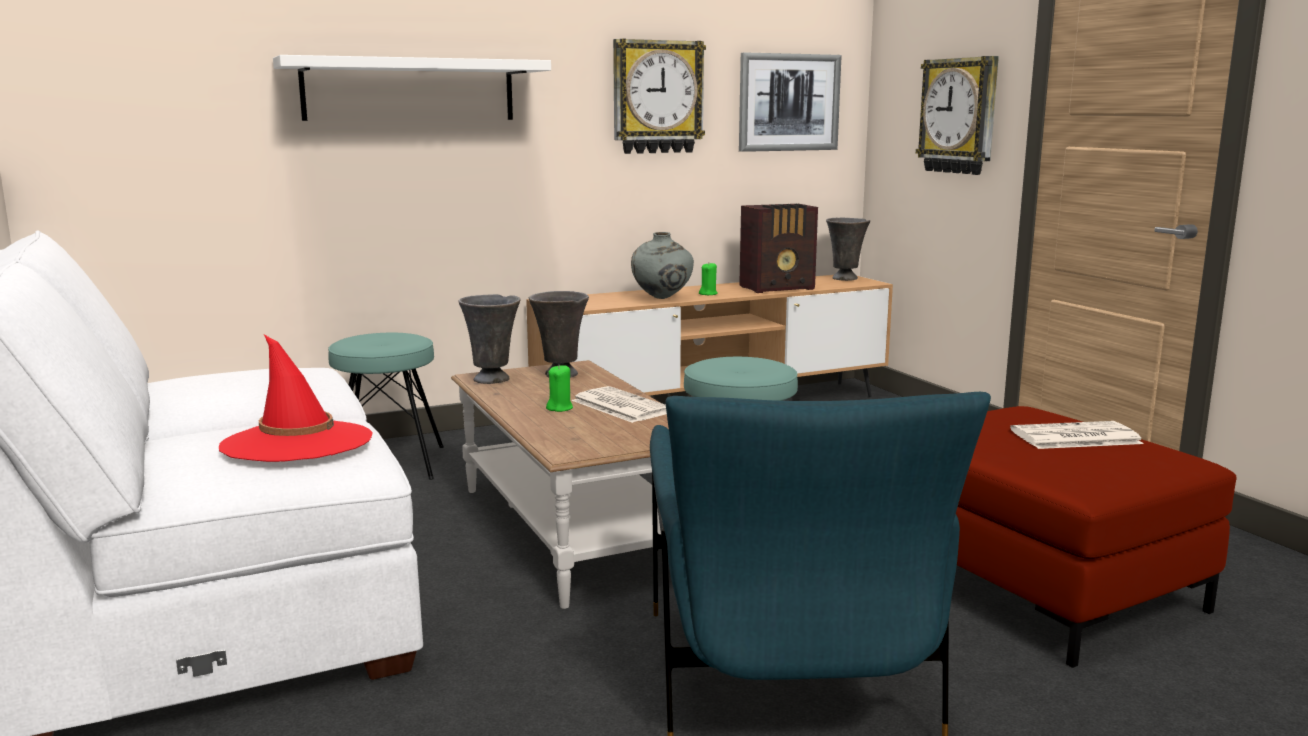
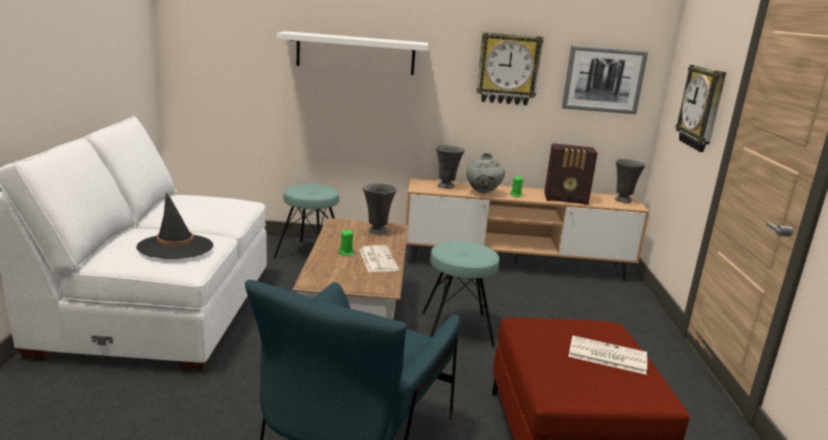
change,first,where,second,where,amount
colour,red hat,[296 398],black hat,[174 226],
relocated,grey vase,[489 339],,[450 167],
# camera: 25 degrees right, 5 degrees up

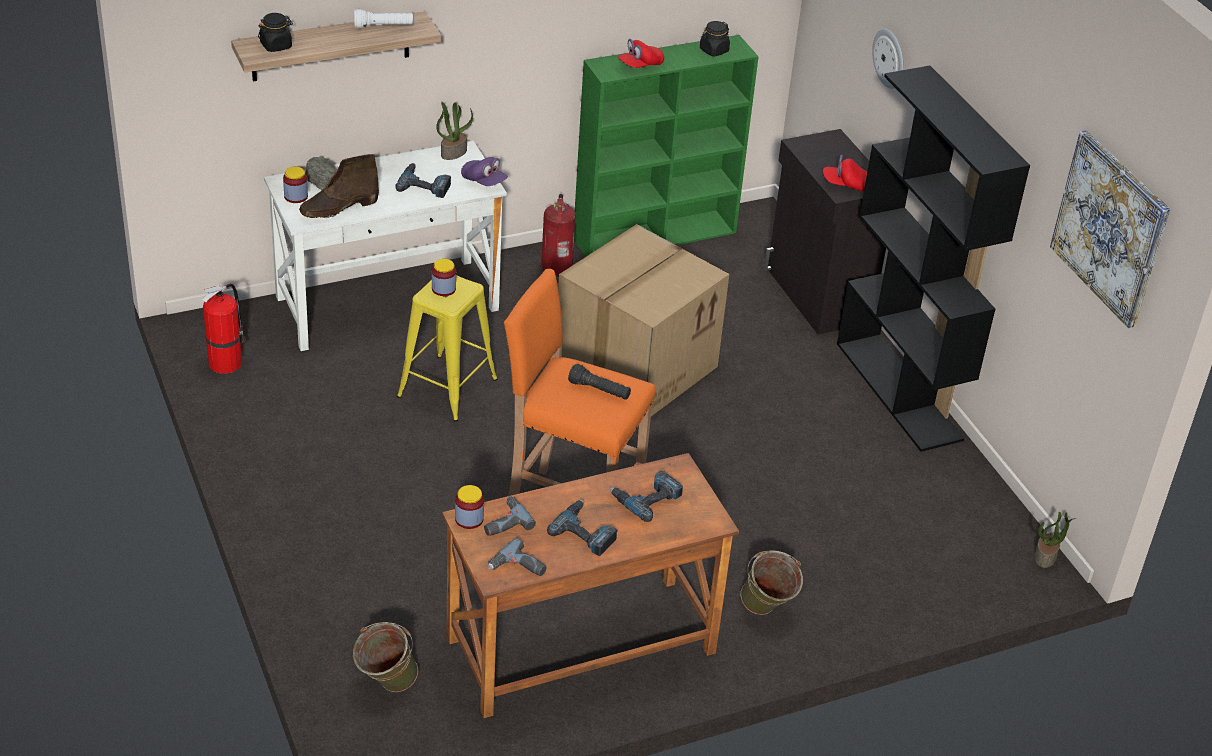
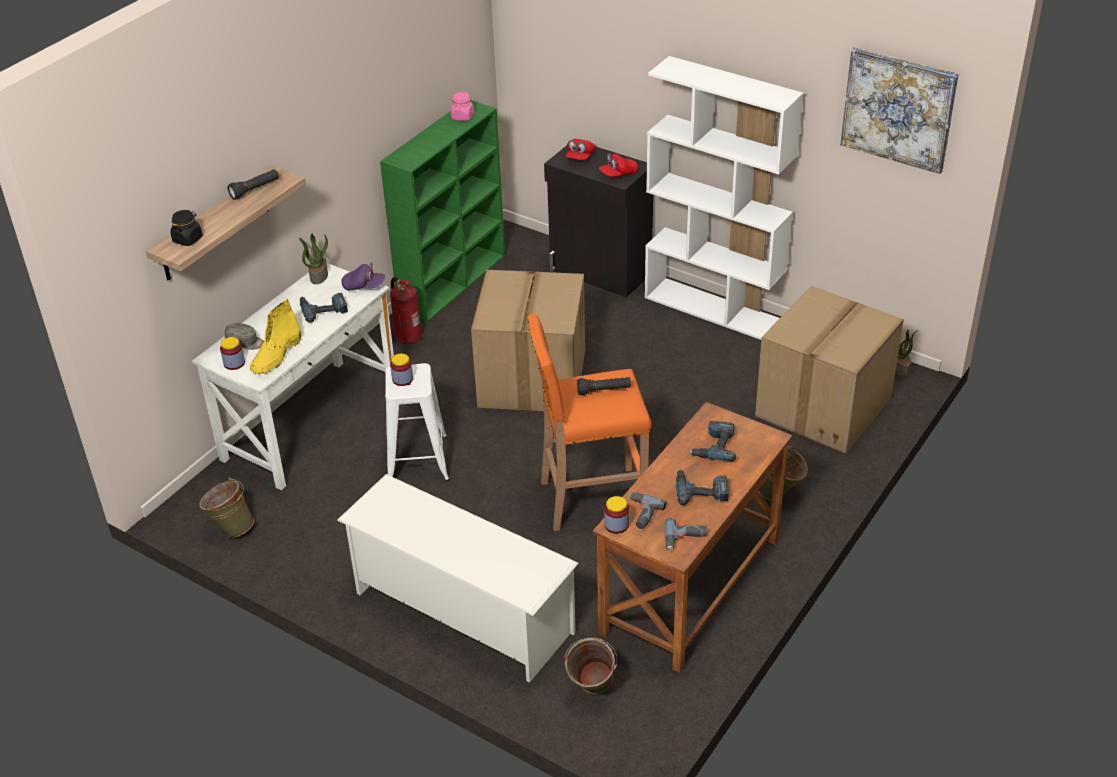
change,first,where,second,where,amount
exchanged,fire extinguisher,[224 328],green bucket,[226 508],
colour,white flashlight,[383 18],black flashlight,[253 184],
colour,brown boot,[339 186],yellow boot,[275 336],
appeared,,,white shoe rack,[458 578],
colour,yellow stool,[447 348],white stool,[417 422],
colour,black jar,[715 38],pink jar,[462 106],
relocated,red cap,[641 53],,[580 149],
colour,black bookcase,[933 259],white bookcase,[724 198],
appeared,,,cardboard box,[829 370],
missing,wall clock,[888 59],,,
# camera: 30 degrees left, 0 degrees up

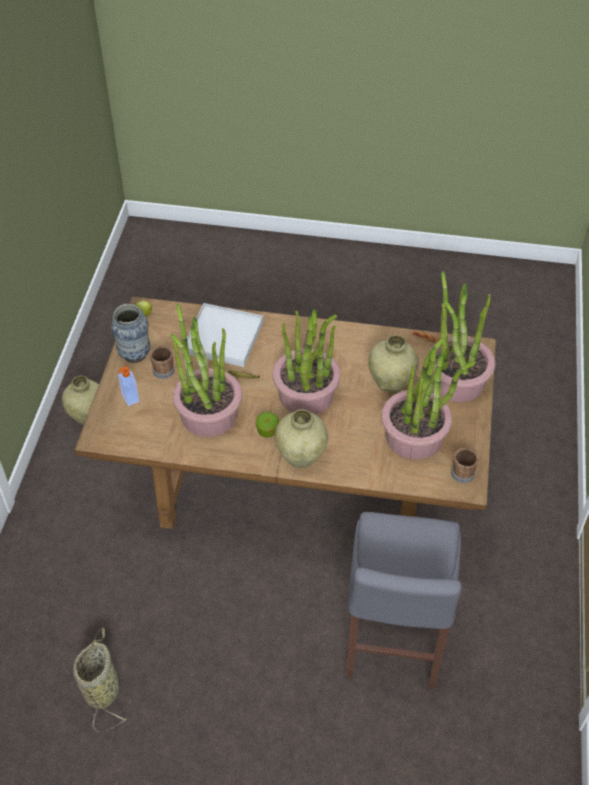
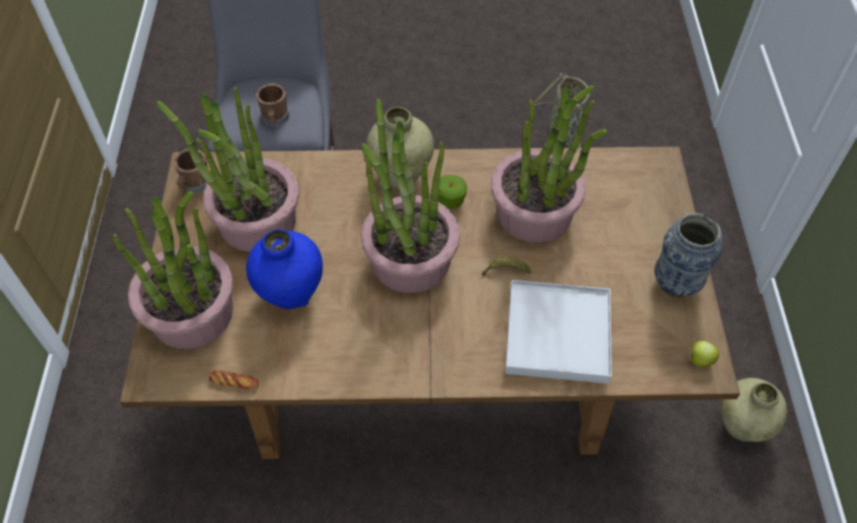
change,first,where,second,where,amount
colour,beige vase,[393 364],blue vase,[284 269],
relocated,brown mug,[162 362],,[272 104],
missing,soap dispenser,[129 386],,,
# camera: 170 degrees right, 5 degrees up

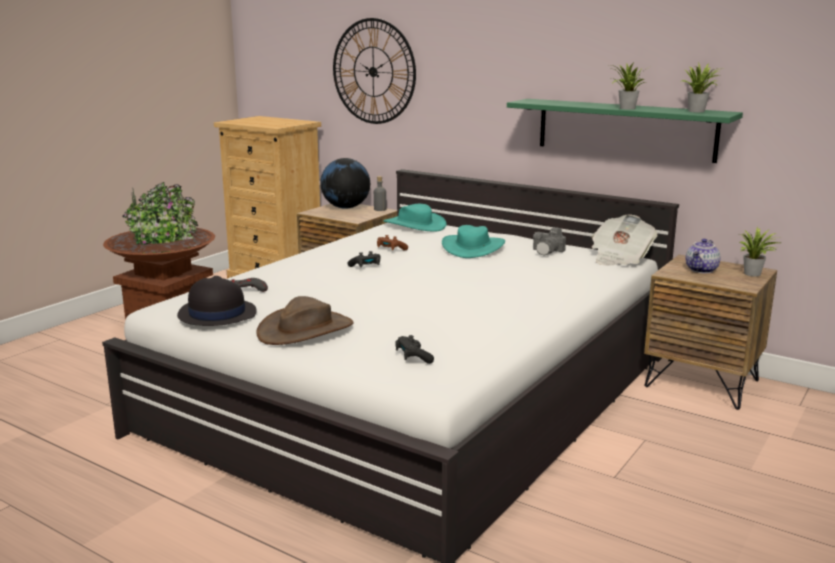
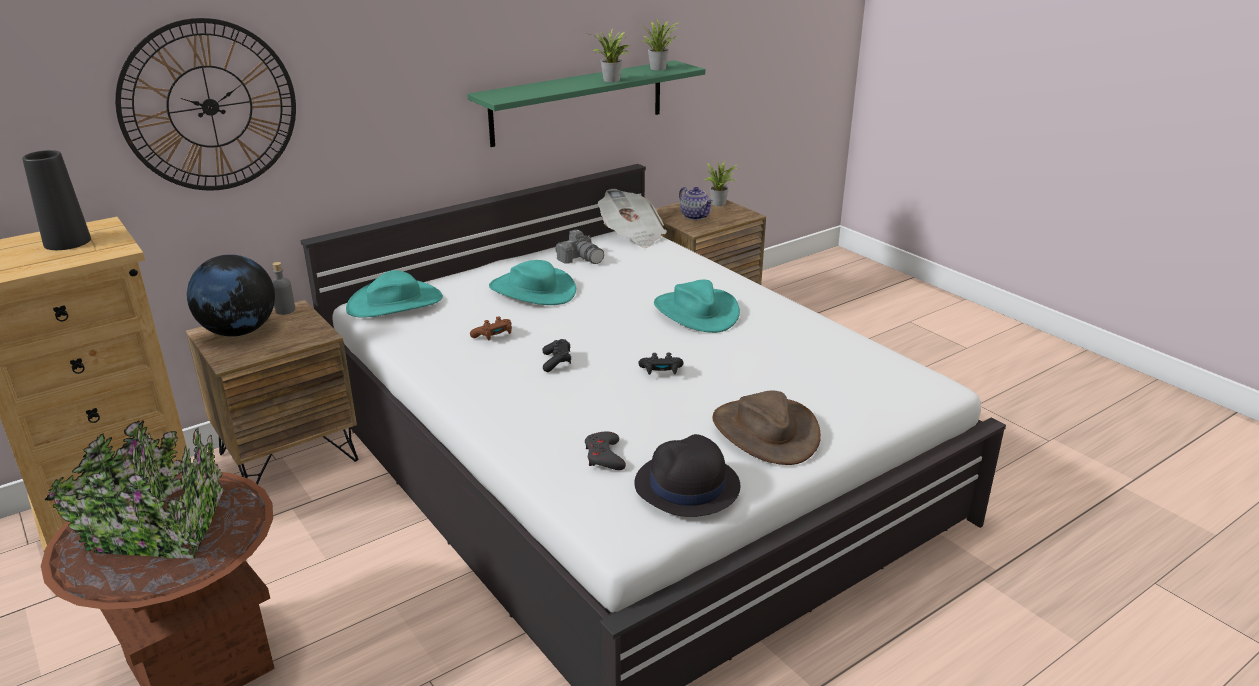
change,first,where,second,where,amount
appeared,,,black vase,[56 200],
relocated,black game controller,[414 349],,[660 364],
appeared,,,turquoise hat,[697 306],
# camera: 70 degrees left, 10 degrees up

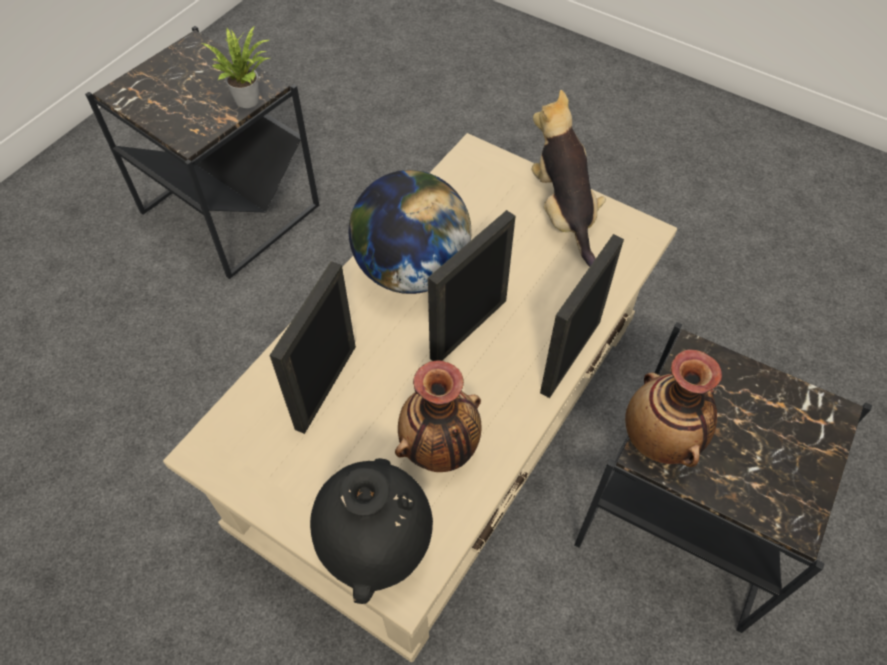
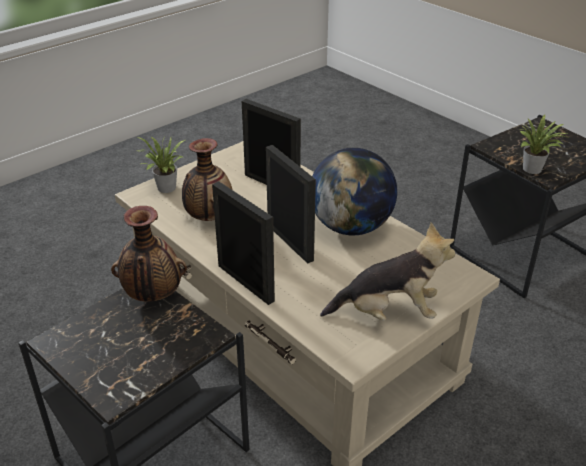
change,first,where,second,where,amount
exchanged,black vase,[371 531],potted plant,[161 164],
# camera: 105 degrees right, 20 degrees down

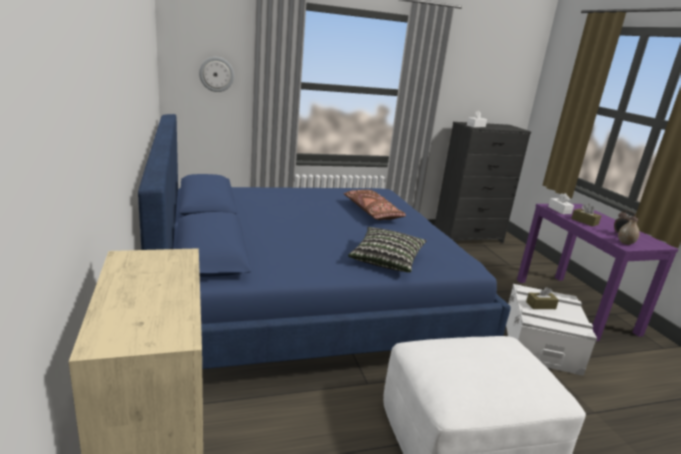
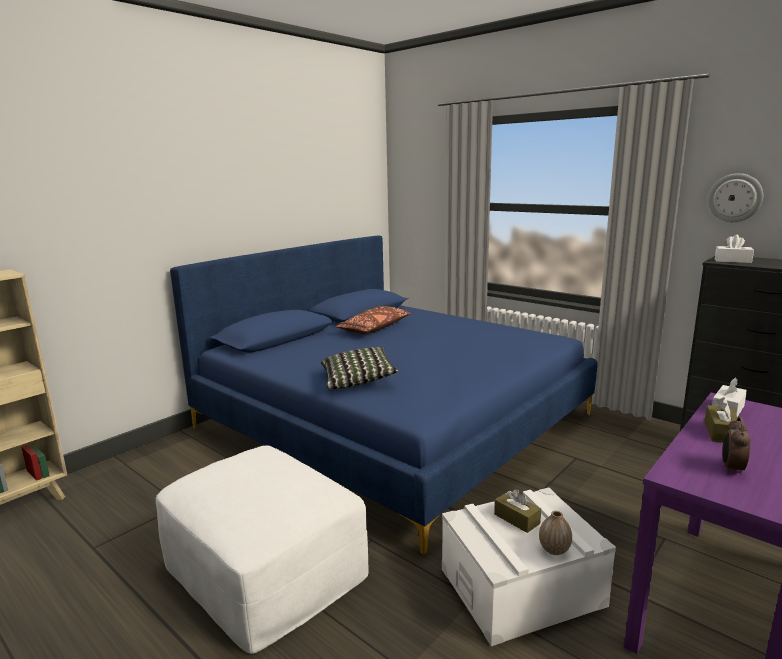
change,first,where,second,where,amount
relocated,brown pillow,[375 205],,[373 320],
relocated,vase,[629 232],,[555 533],
relocated,wall clock,[216 74],,[735 197],
# camera: 60 degrees right, 5 degrees down

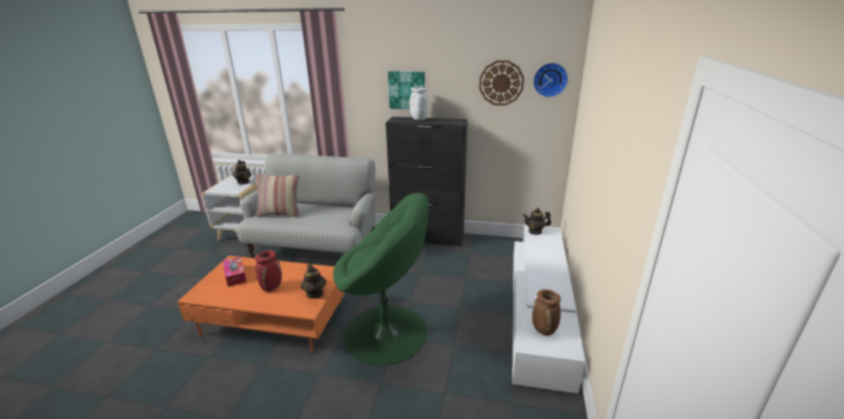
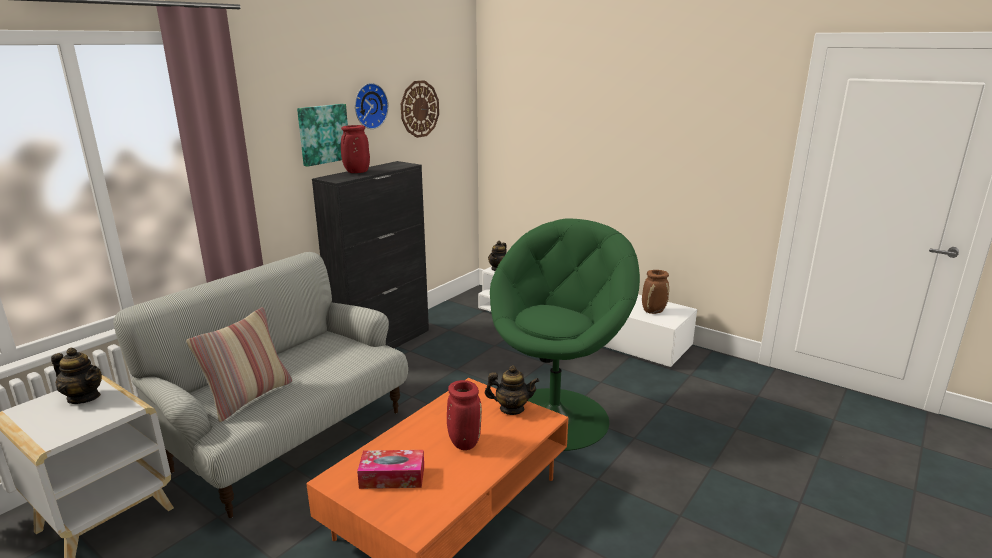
change,first,where,second,where,amount
colour,white vase,[419 104],red vase,[355 149],
relocated,wall clock,[550 80],,[372 106],
# camera: 65 degrees left, 5 degrees down

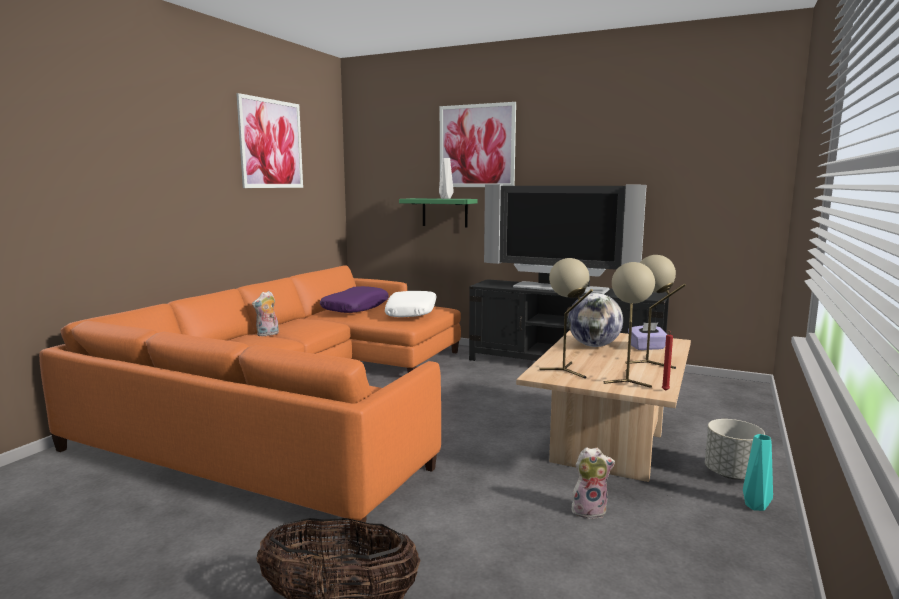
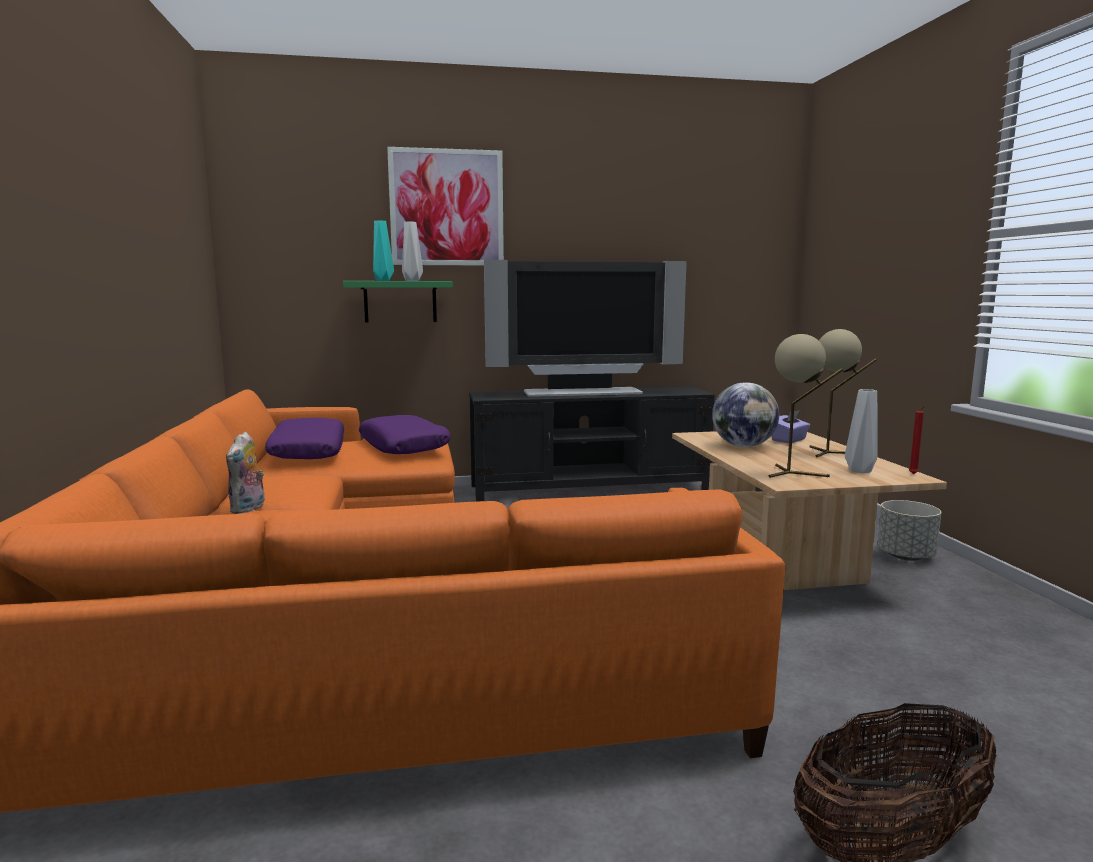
change,first,where,second,where,amount
colour,white pillow,[411 304],purple pillow,[405 434],
relocated,turquoise vase,[758 472],,[383 250],
exchanged,beige table lamp,[629 325],grey vase,[861 431],
missing,picture,[269 140],,,
missing,plush toy,[593 483],,,
# camera: 35 degrees left, 0 degrees up

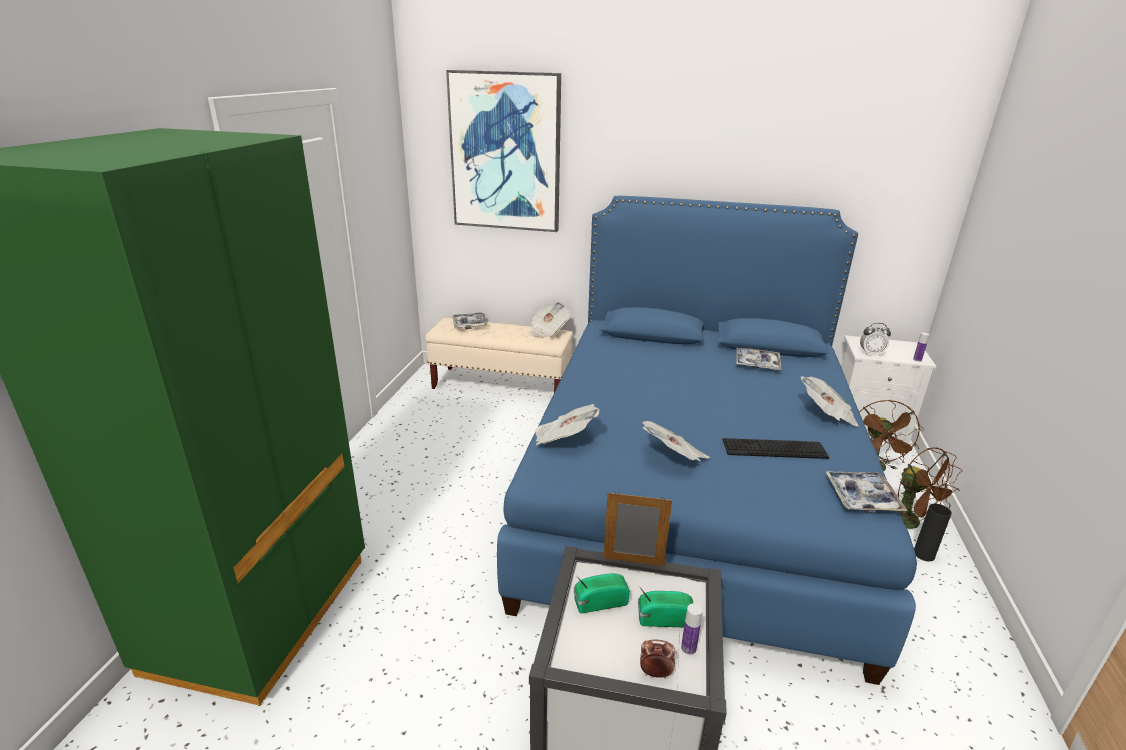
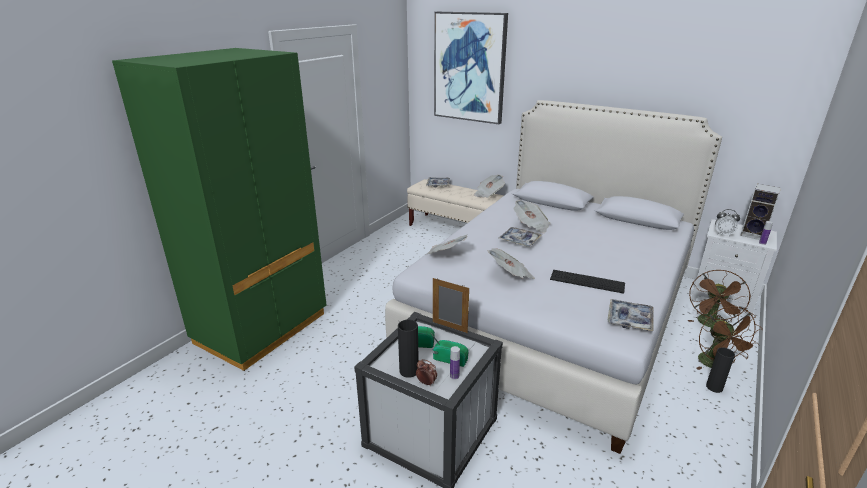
change,first,where,second,where,amount
colour,blue bed,[707 440],white bed,[553 277],
appeared,,,black vase,[408 348],
relocated,tray,[759 359],,[520 237],
relocated,newspaper,[829 401],,[532 216],
appeared,,,speaker,[760 212],
# camera: 20 degrees right, 0 degrees up

